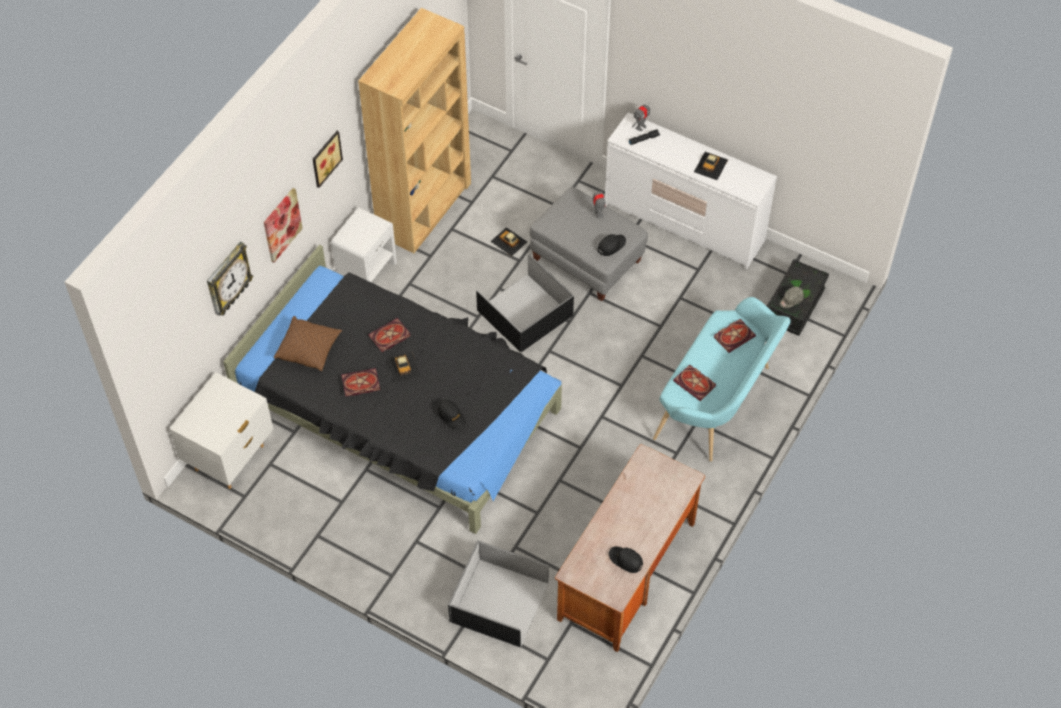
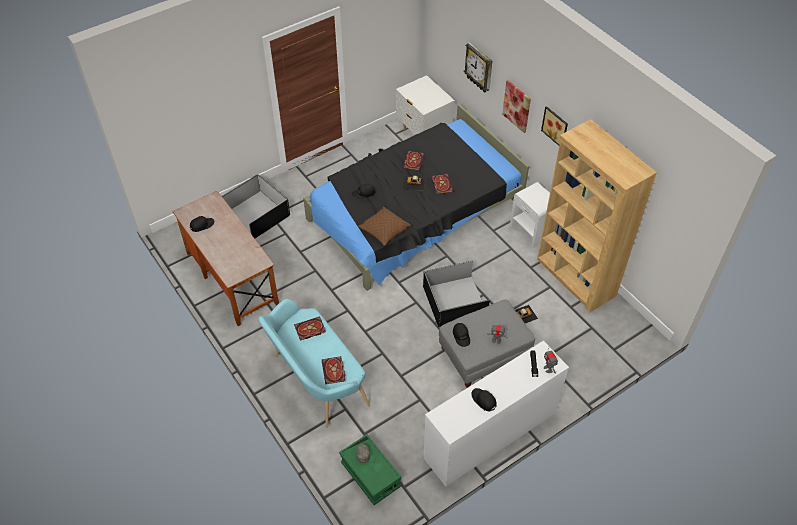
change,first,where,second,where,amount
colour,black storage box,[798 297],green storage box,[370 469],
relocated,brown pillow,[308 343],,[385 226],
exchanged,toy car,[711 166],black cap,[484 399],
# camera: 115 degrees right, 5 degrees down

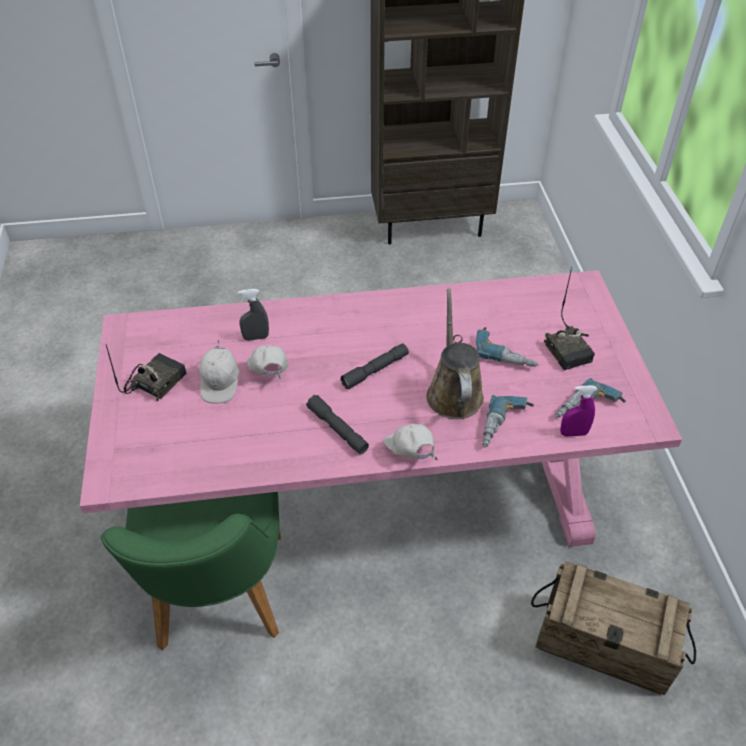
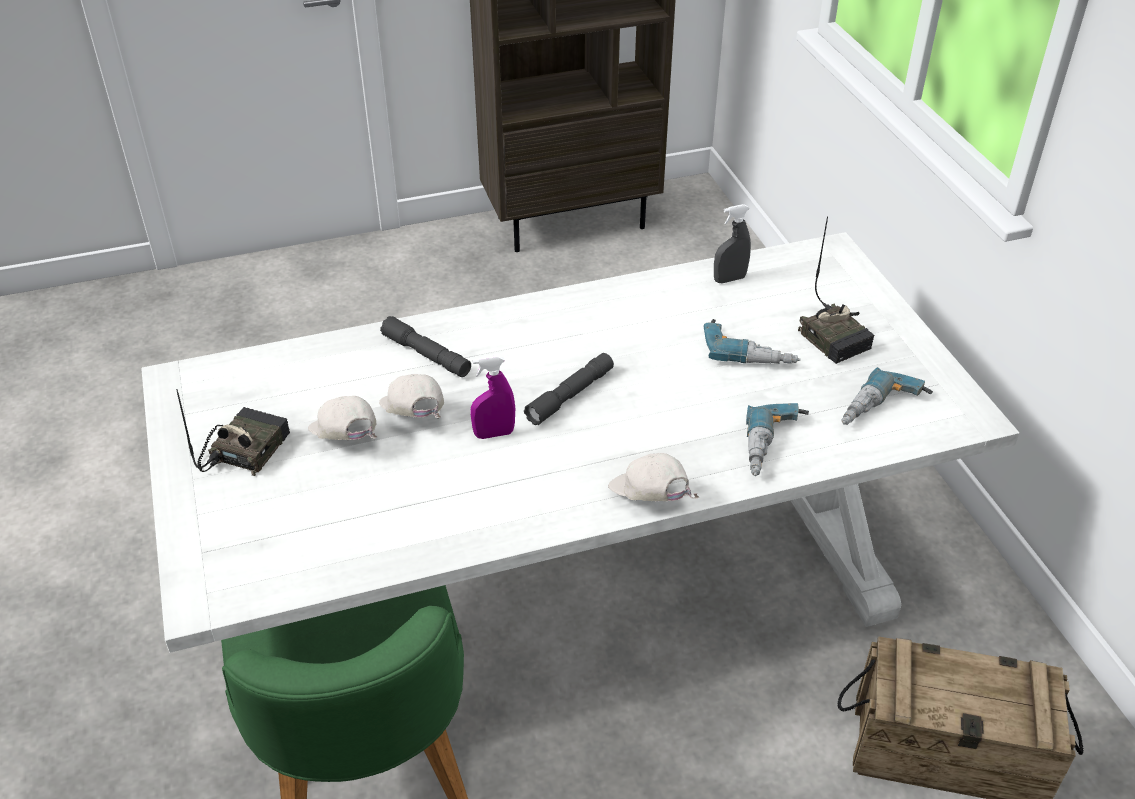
change,first,where,second,where,amount
colour,pink dining table,[381 408],white dining table,[580 442],
spun,white cap,[219 372],,[342 418],150 degrees clockwise
relocated,grey flashlight,[337 424],,[425 346],
relocated,purple spray bottle,[578 411],,[492 397],
relocated,grey spray bottle,[253 315],,[732 244],
missing,brown watering can,[455 353],,,
# camera: 10 degrees left, 5 degrees down

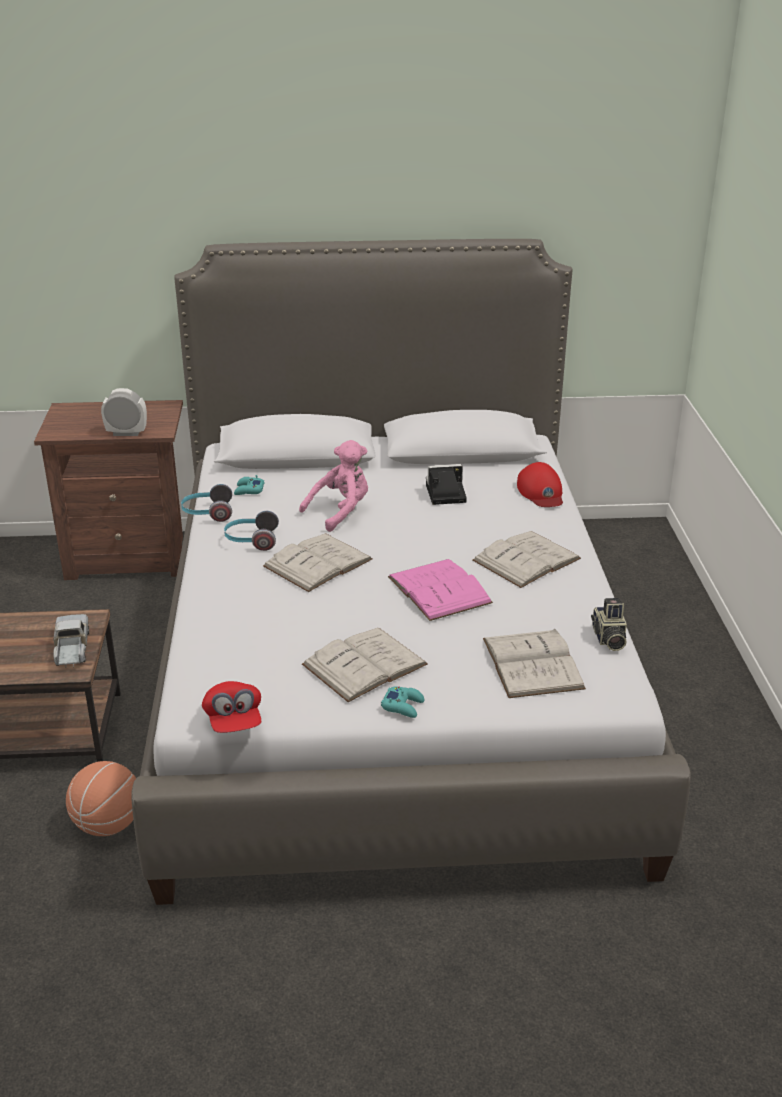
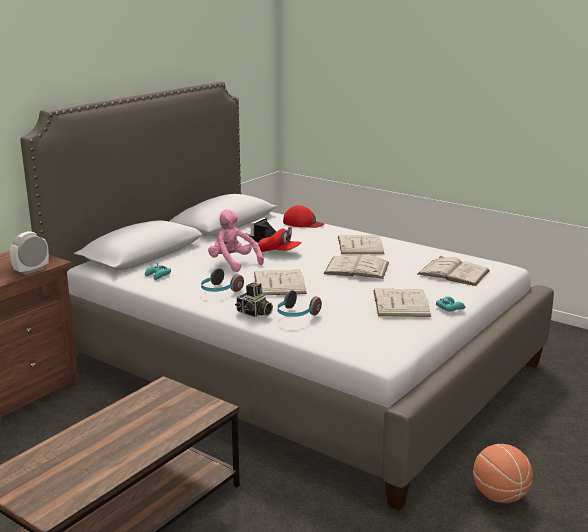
change,first,where,second,where,amount
spun,pink plush toy,[333 486],,[236 240],45 degrees counterclockwise
relocated,photo camera,[609 624],,[254 300],
relocated,red cap,[231 707],,[280 239],
relocated,headphones,[206 503],,[300 303],
colour,pink book,[440 590],white book,[356 266],
relocated,basketball,[101 798],,[503 473],
missing,toy truck,[71 641],,,
# camera: 50 degrees left, 10 degrees down

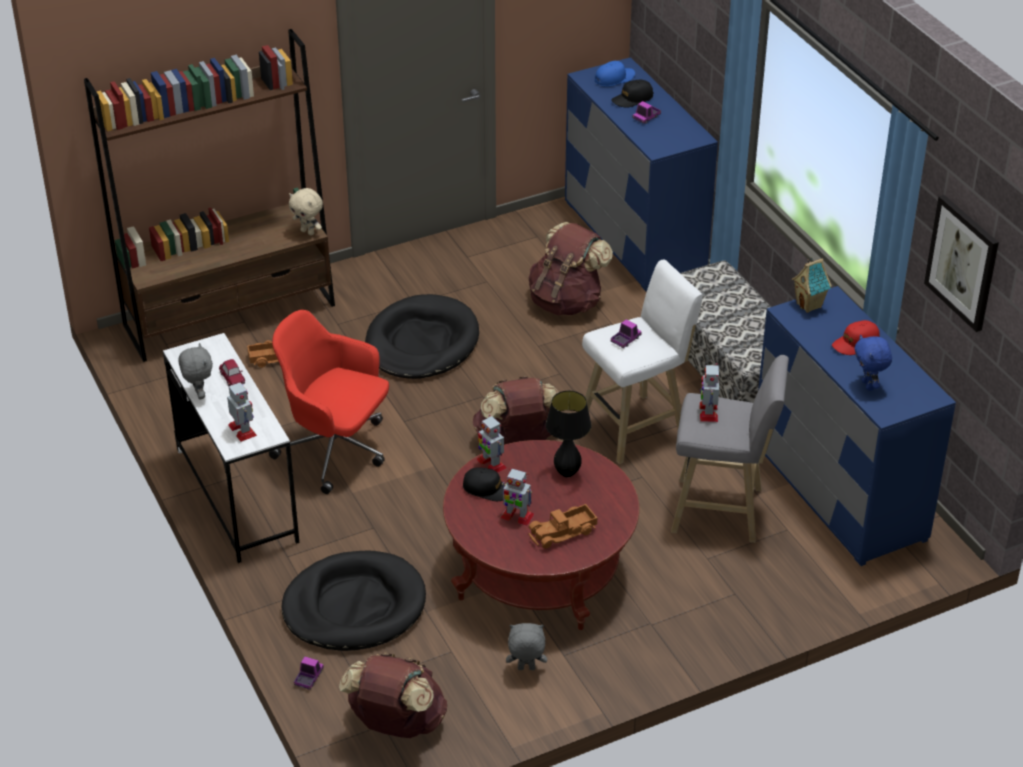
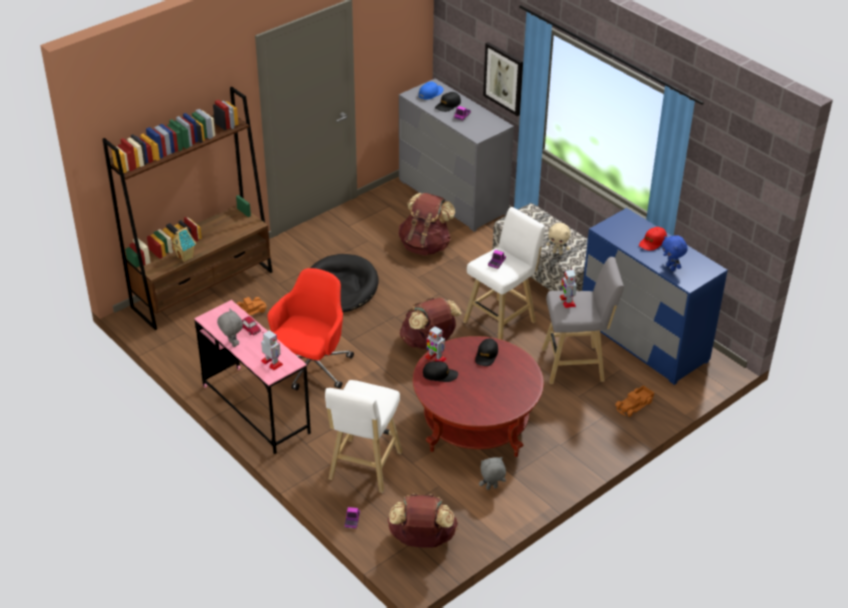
change,first,where,second,where,amount
relocated,toy house,[812 285],,[183 244],
colour,white desk,[231 448],pink desk,[253 377],
spun,red office chair,[329 402],,[311 329],105 degrees clockwise
exchanged,black dog bed,[354 600],white stool,[363 436],
colour,blue dresser,[641 174],grey dresser,[456 155],
exchanged,black table lamp,[569 434],black cap,[486 352],
relocated,picture,[961 263],,[503 79],
relocated,beige plush toy,[306 212],,[558 239],
relocated,toy truck,[563 526],,[634 401],
missing,toy robot,[517 497],,,
# camera: 15 degrees left, 0 degrees up

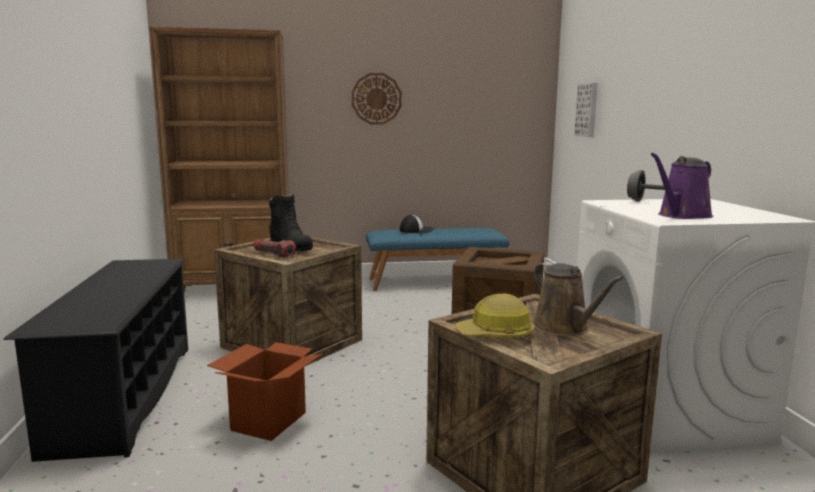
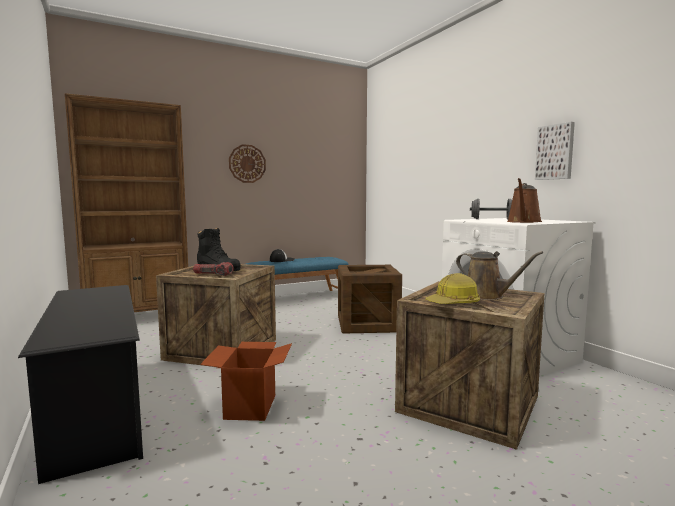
change,first,where,second,where,amount
colour,purple watering can,[682 186],brown watering can,[524 200],
relocated,picture,[586 110],,[555 150],
# camera: 20 degrees left, 5 degrees down

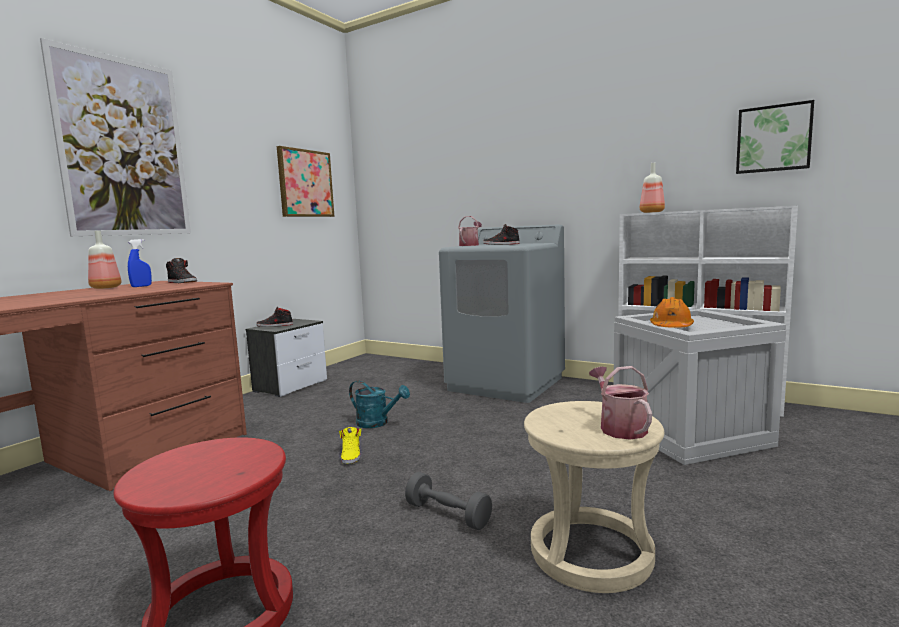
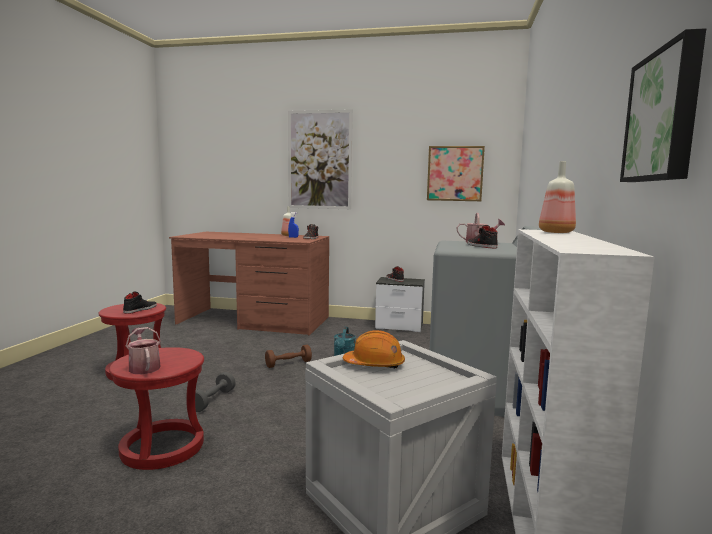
change,first,where,second,where,amount
colour,beige stool,[594 497],red stool,[156 408],
appeared,,,black shoe,[140 302],
spun,watering can,[620 403],,[143 350],90 degrees counterclockwise
exchanged,yellow shoe,[350 445],brown dumbbell,[288 356],
# camera: 70 degrees right, 0 degrees up

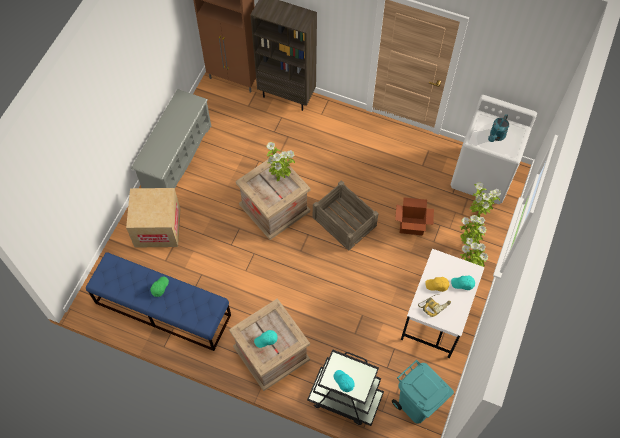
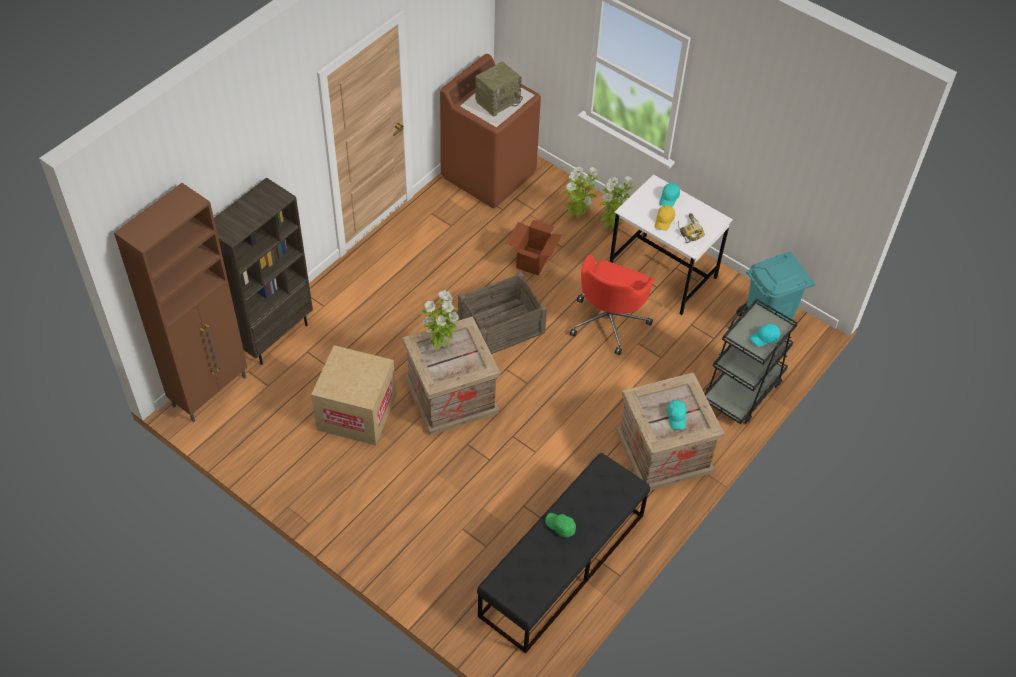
change,first,where,second,where,amount
relocated,cardboard box,[153 218],,[353 395],
colour,white washing machine,[494 149],brown washing machine,[490 131],
exchanged,turquoise watering can,[498 128],radio,[499 89],
colour,blue bench,[158 301],black bench,[563 553],
appeared,,,red office chair,[612 305],
missing,grey shoe rack,[171 138],,,
missing,potted plant,[485 199],,,
# camera: 75 degrees left, 10 degrees down

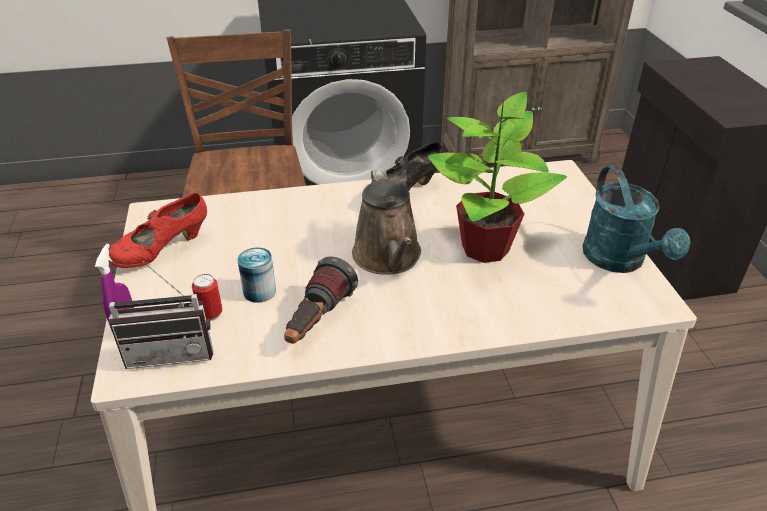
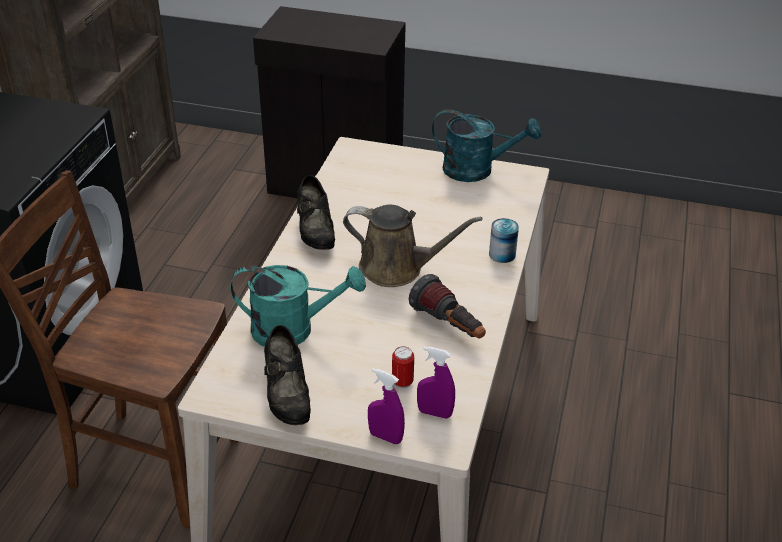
change,first,where,second,where,amount
appeared,,,turquoise watering can,[298 306],
colour,red shoe,[158 230],black shoe,[287 375],
exchanged,radio,[161 315],purple spray bottle,[436 382],
relocated,can,[257 275],,[504 240],
missing,potted plant,[497 177],,,
# camera: 65 degrees left, 0 degrees up

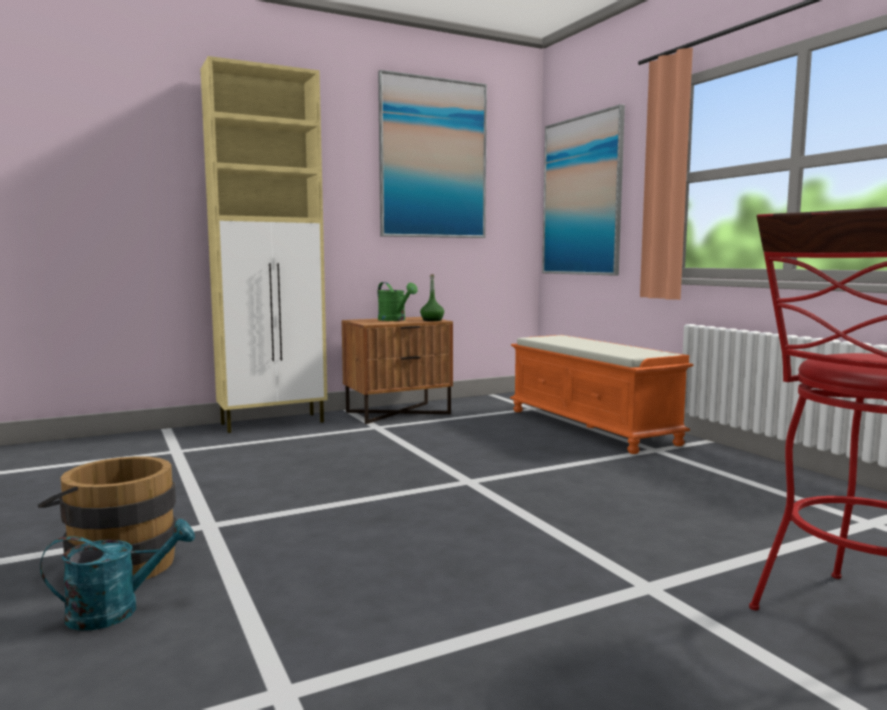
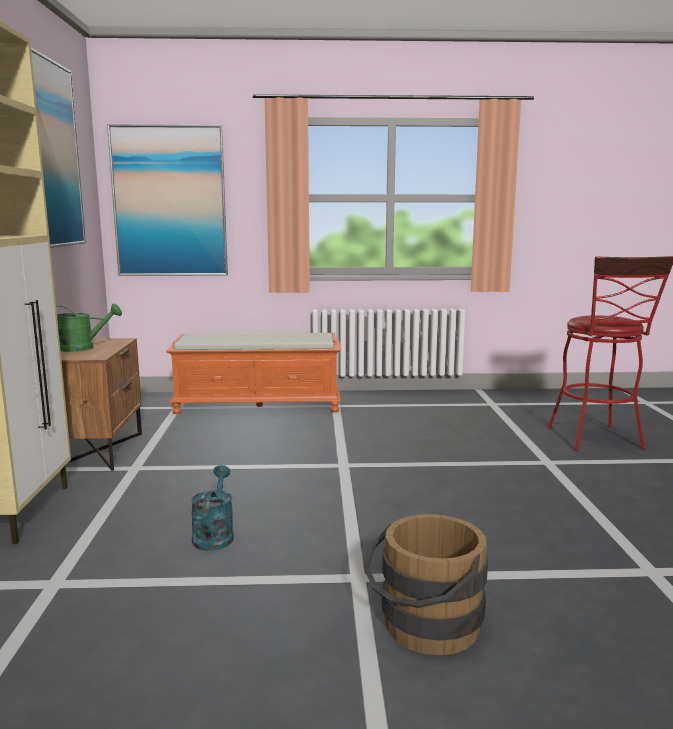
change,first,where,second,where,amount
relocated,turquoise watering can,[117 575],,[212 508],
missing,green bottle,[432 297],,,
# camera: 65 degrees left, 5 degrees up

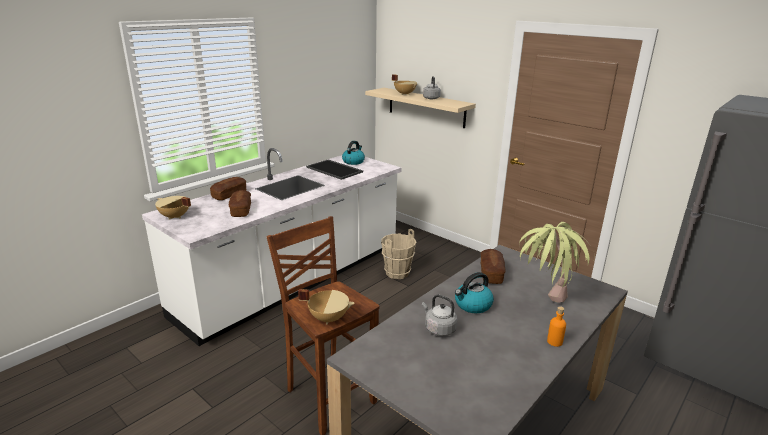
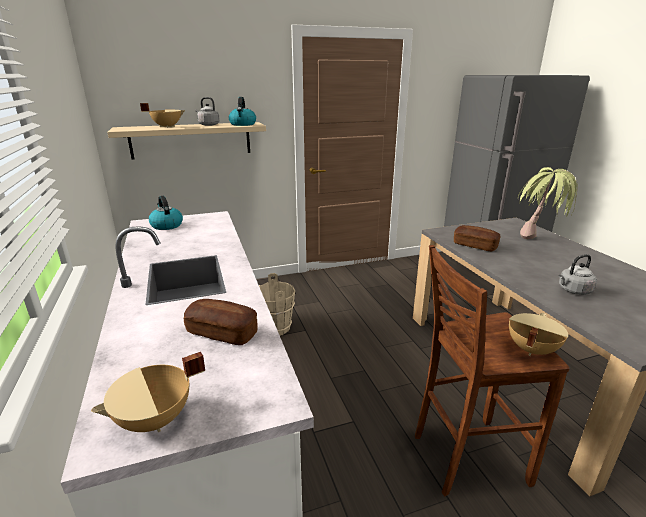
change,first,where,second,where,amount
relocated,kettle,[474 292],,[242 111],
missing,bread,[228 188],,,
missing,tray,[334 169],,,
missing,orange bottle,[556 326],,,
# camera: 60 degrees left, 0 degrees up

